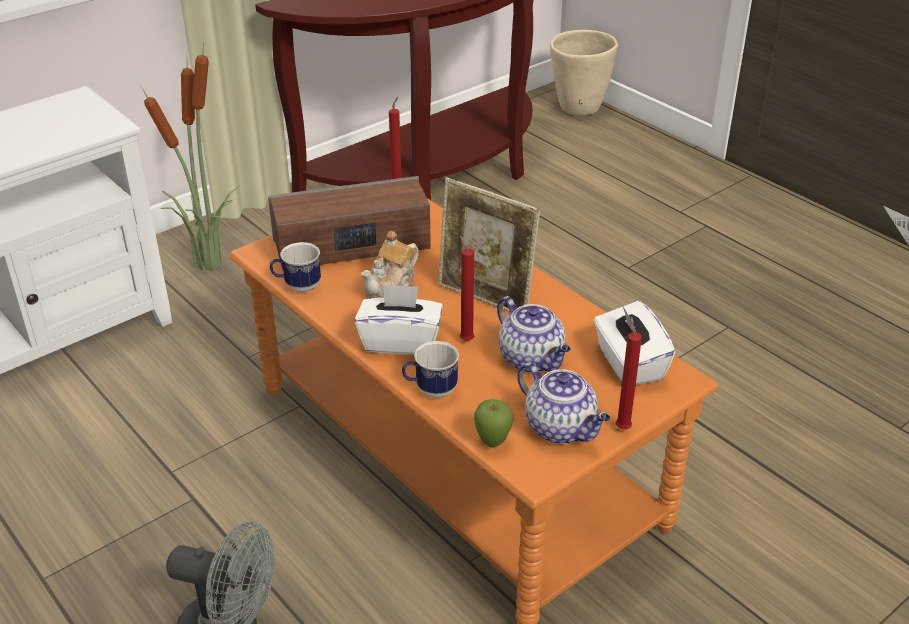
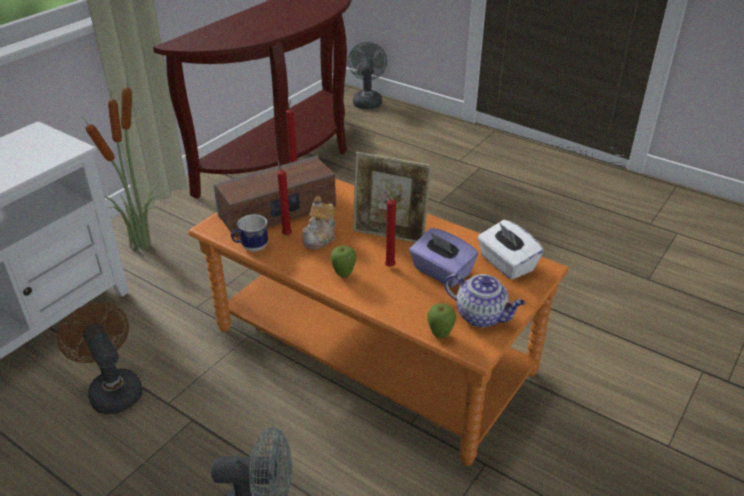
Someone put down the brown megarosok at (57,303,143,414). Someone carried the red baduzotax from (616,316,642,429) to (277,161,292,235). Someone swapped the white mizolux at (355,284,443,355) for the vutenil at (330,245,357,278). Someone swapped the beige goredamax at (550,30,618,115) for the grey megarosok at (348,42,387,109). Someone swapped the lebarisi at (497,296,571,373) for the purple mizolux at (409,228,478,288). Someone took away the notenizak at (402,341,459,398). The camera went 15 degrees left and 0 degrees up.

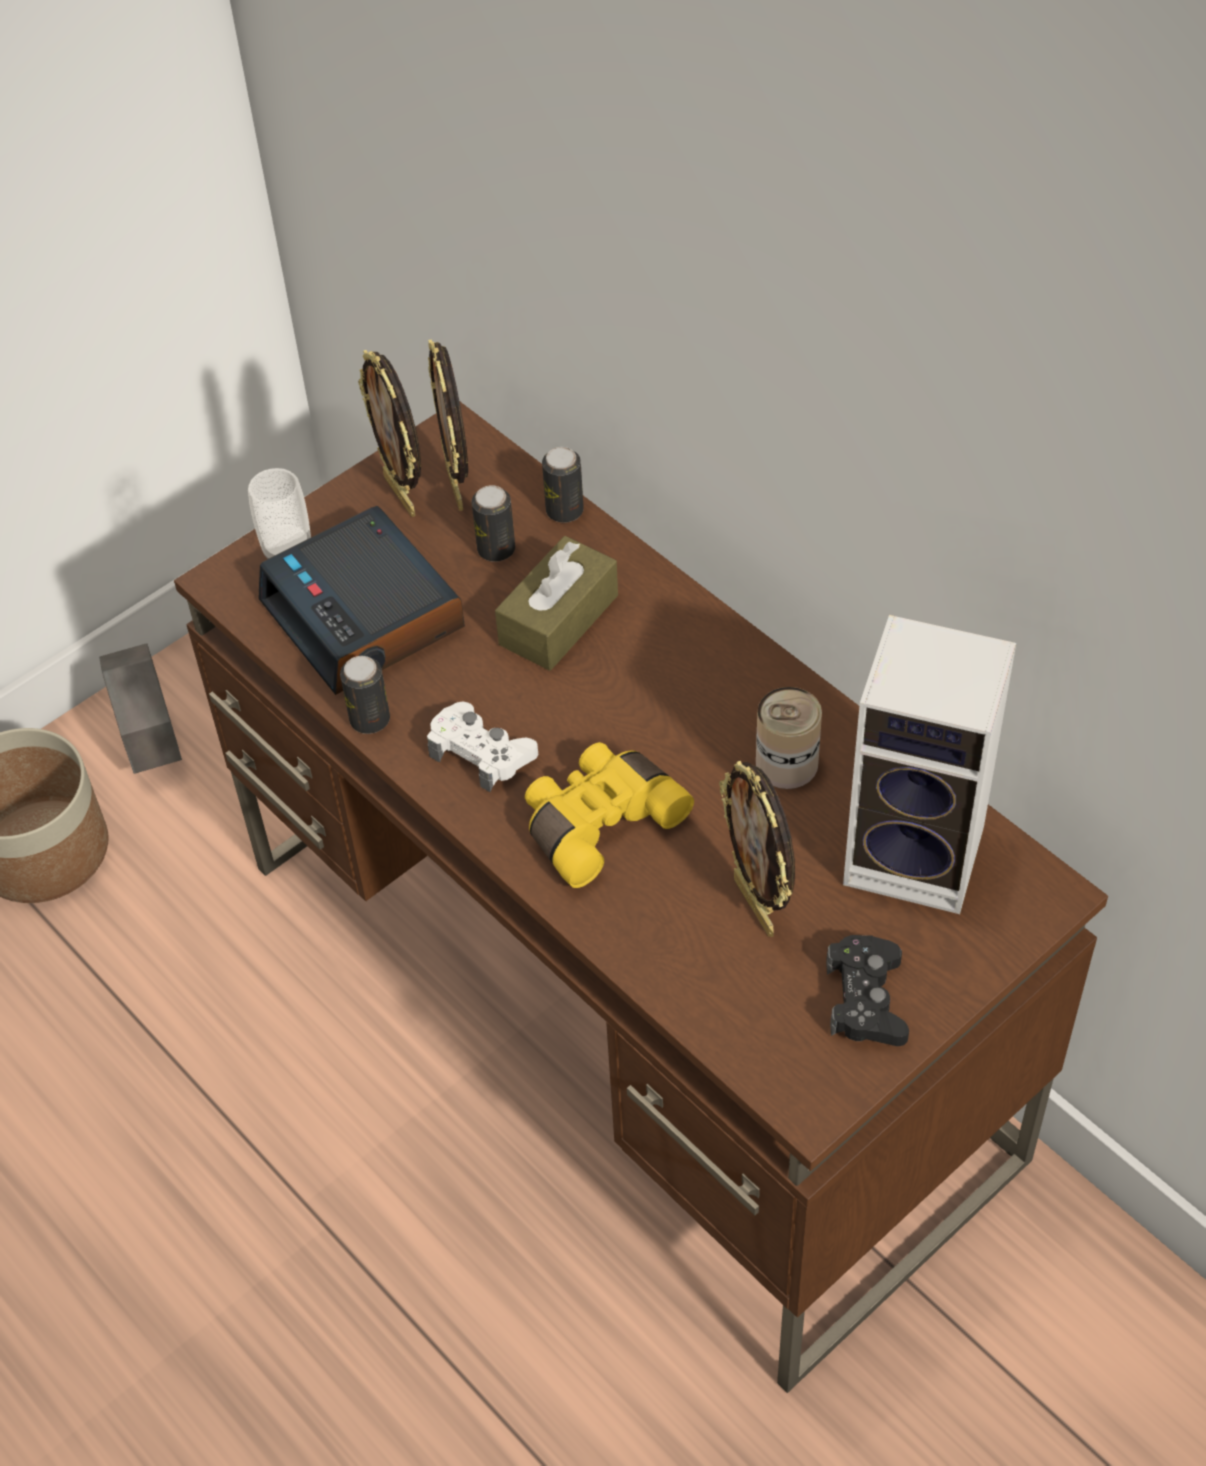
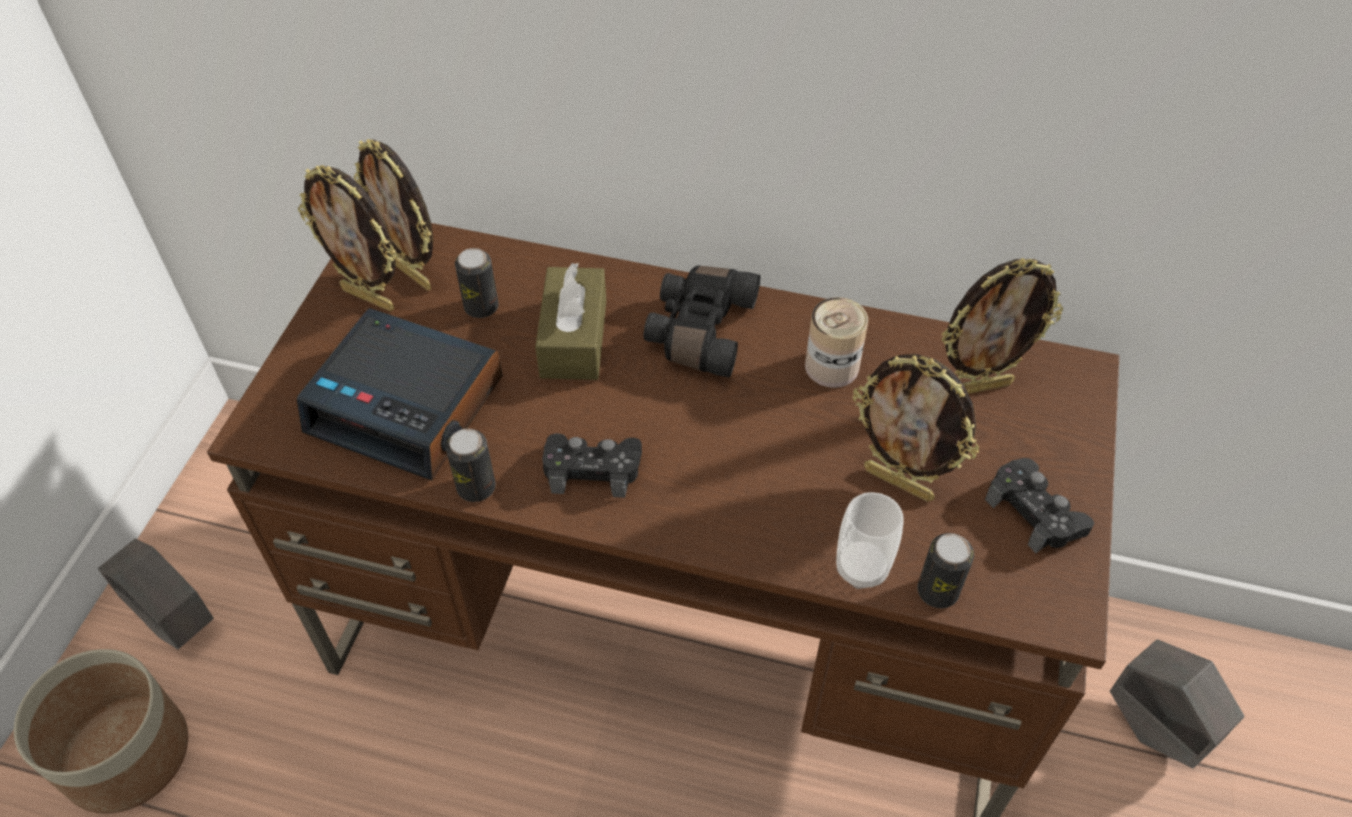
Someone repainted the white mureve at (427,701,538,792), which became the black mureve at (542,433,642,498). Someone put down the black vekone at (643,266,760,378). Someone carried the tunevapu from (248,468,311,559) to (836,492,904,589). Someone carried the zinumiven from (542,447,584,523) to (917,533,974,608). Someone swapped the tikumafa at (843,615,1016,914) for the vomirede at (942,258,1063,394). Someone put down the grey goredamax at (1110,639,1245,768). Someone took away the yellow vekone at (525,742,694,888). The camera went 35 degrees left and 0 degrees up.

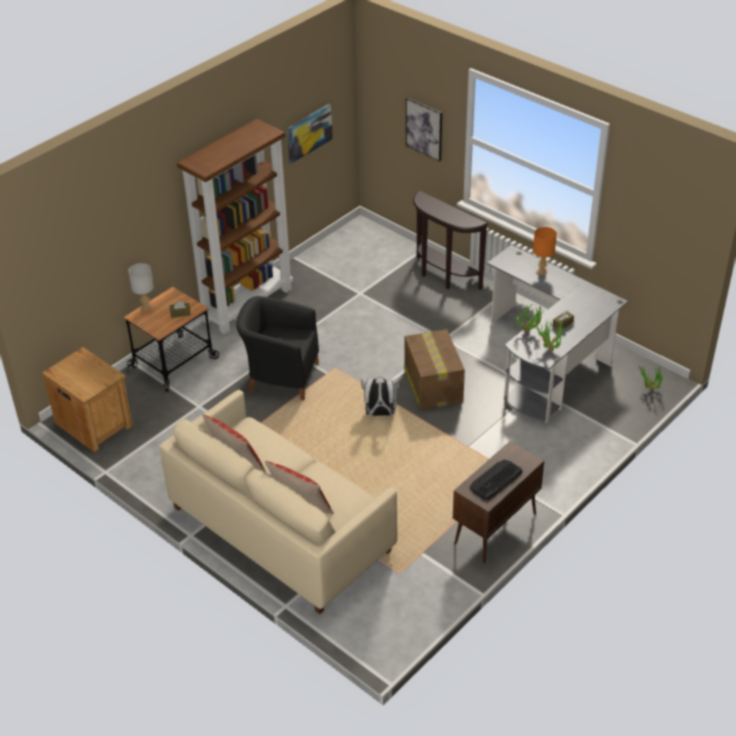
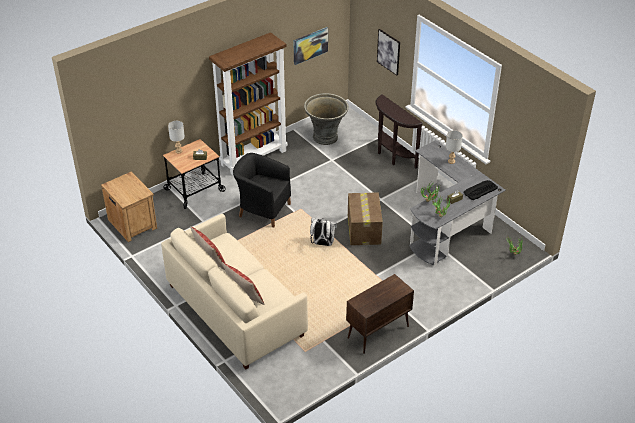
Someone put down the grey goredamax at (304,93,349,145). Someone repainted the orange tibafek at (533,227,557,275), which became the grey tibafek at (446,131,463,164). Someone carried the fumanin from (469,459,523,500) to (463,180,498,200). The camera went 10 degrees right and 0 degrees up.

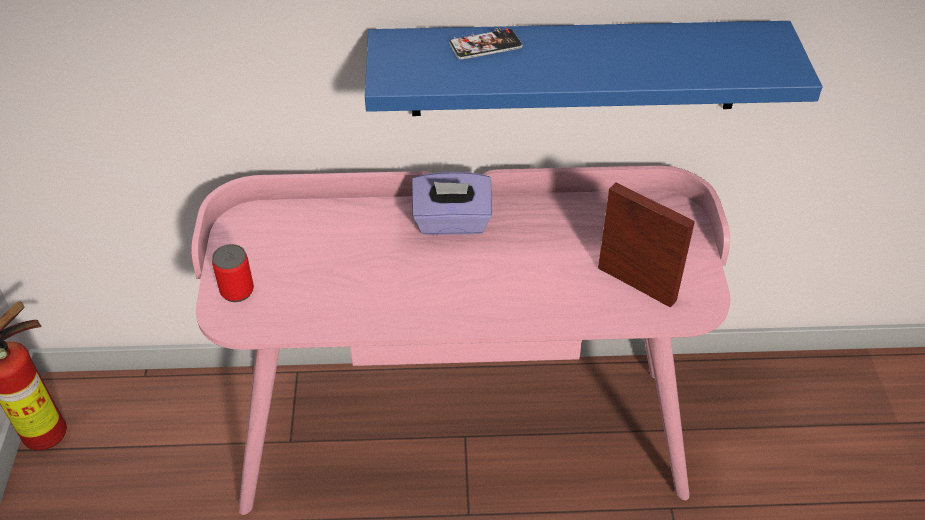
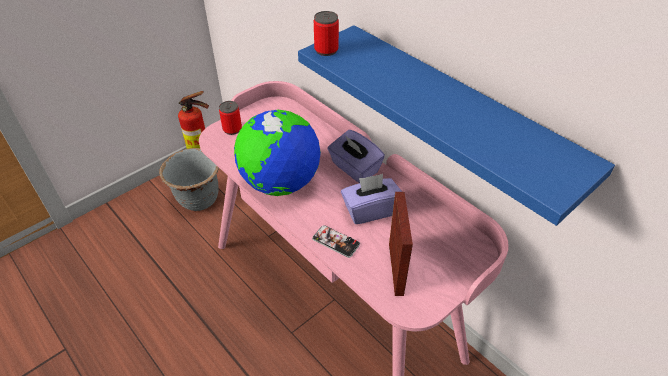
Someone put down the grey goredamax at (159,148,219,211). Someone put down the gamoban at (234,109,321,196). Someone carried the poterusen from (449,28,523,60) to (312,225,360,258). Someone put down the zinumiven at (314,11,339,56). Someone put down the purple mizolux at (341,174,402,224). The camera went 50 degrees right and 0 degrees up.

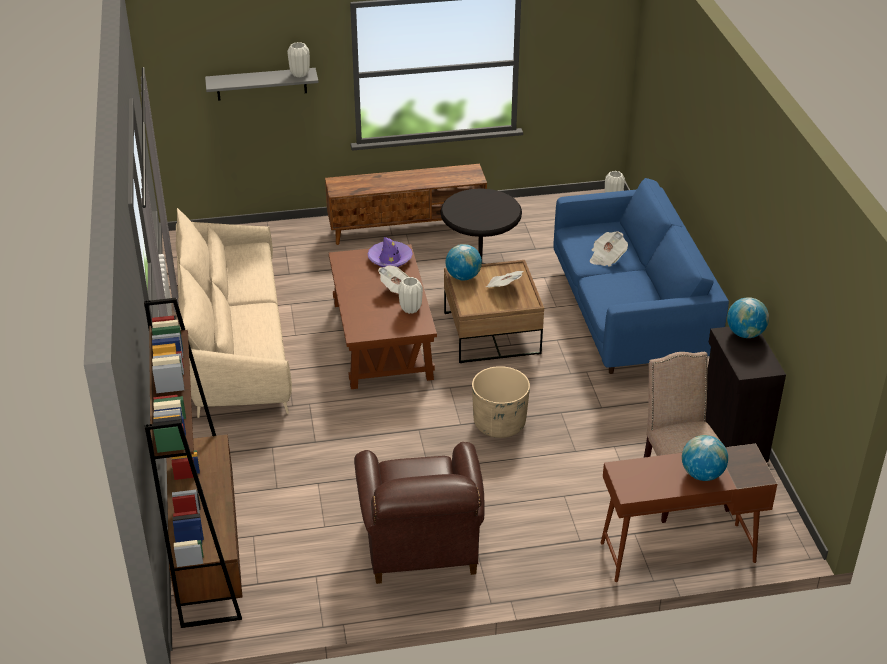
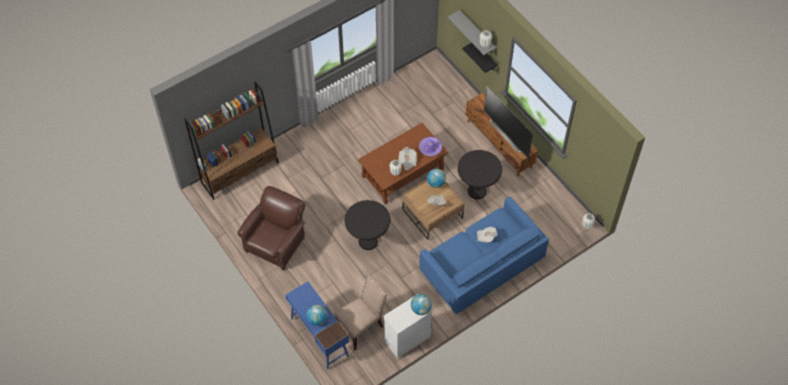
Someone rotated the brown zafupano at (354,442,485,584) by 150 degrees clockwise. Someone repainted the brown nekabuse at (601,444,777,582), which became the blue nekabuse at (285,281,349,369). Someone swapped the beige goredamax at (472,366,530,438) for the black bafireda at (345,200,390,250). Someone repainted the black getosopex at (706,327,786,462), which became the white getosopex at (383,294,432,358). Someone put up the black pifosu at (463,43,498,73). Someone put down the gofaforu at (484,86,533,159). Someone took away the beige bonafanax at (176,208,292,418). The camera went 65 degrees right and 20 degrees up.

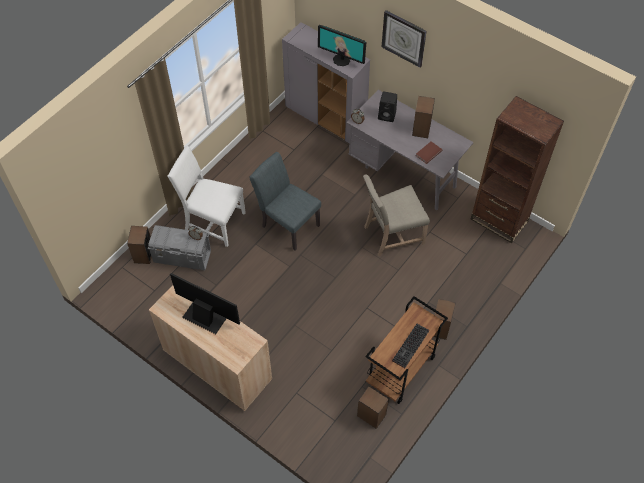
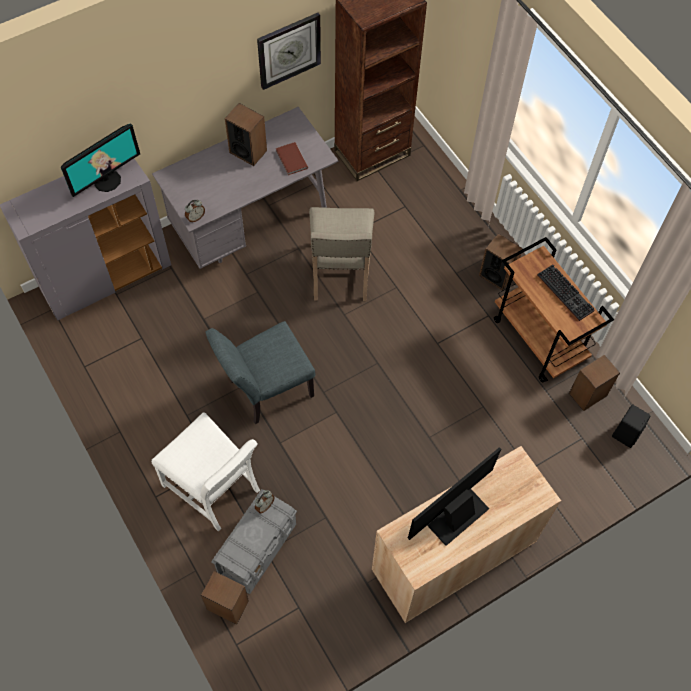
Someone rotated the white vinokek at (167,146,246,247) by 90 degrees counterclockwise. Someone carried the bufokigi from (382,10,427,67) to (257,13,321,90). Someone carried the black tikumafa from (378,91,397,122) to (612,404,650,448). The camera went 70 degrees left and 5 degrees up.

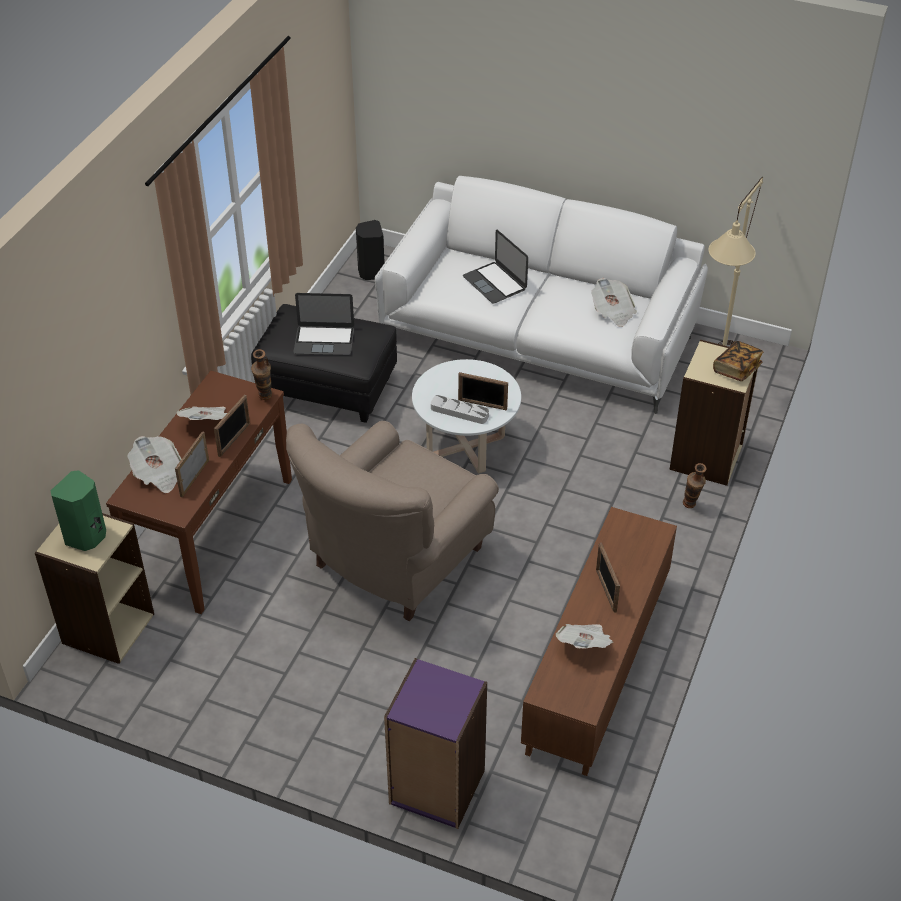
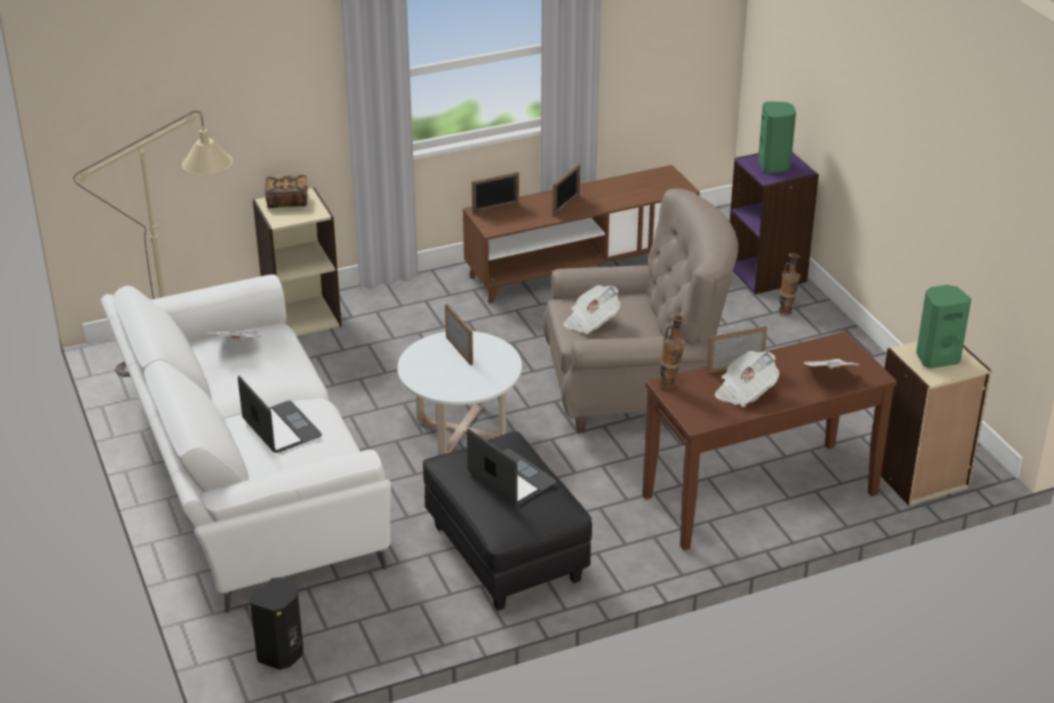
Someone rotated the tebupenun at (463,230,528,303) by 45 degrees counterclockwise. Someone carried the vomirede from (175,431,209,498) to (472,172,519,214). Someone carried the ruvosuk from (556,624,613,648) to (563,285,620,335). Someone put down the green tikumafa at (758,101,796,173). Someone carried the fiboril from (683,463,707,508) to (778,253,801,315). Someone took away the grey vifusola at (431,395,489,424). The camera went 135 degrees left and 10 degrees down.

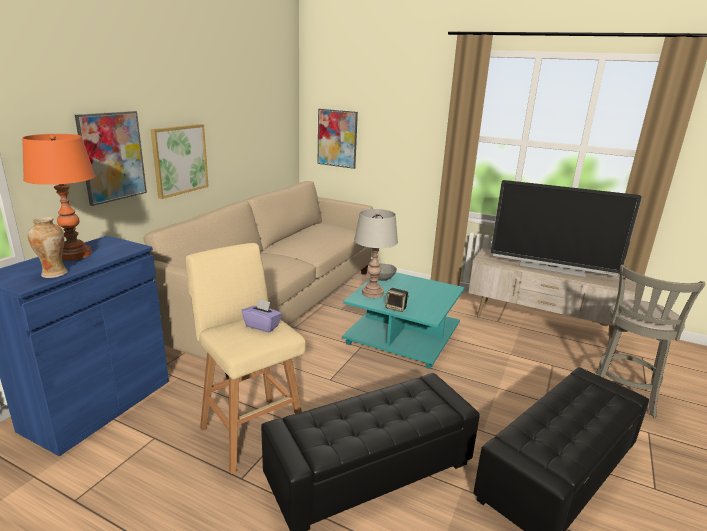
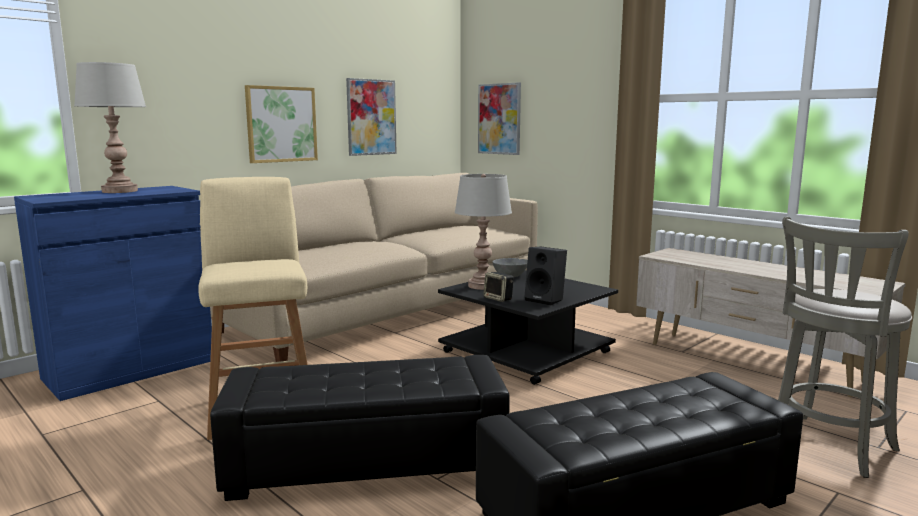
Someone repainted the orange tibafek at (22,134,95,260), which became the grey tibafek at (74,62,146,193). Someone carried the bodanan from (75,111,147,206) to (346,78,397,156). Someone repainted the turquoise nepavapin at (342,272,464,369), which became the black nepavapin at (438,270,618,385). Someone put down the black tikumafa at (525,247,567,305). Someone took away the fiboril at (28,217,68,278). Someone took away the purple mizolux at (241,299,282,333). Someone took away the gofaforu at (491,180,642,277). The camera went 20 degrees right and 10 degrees down.

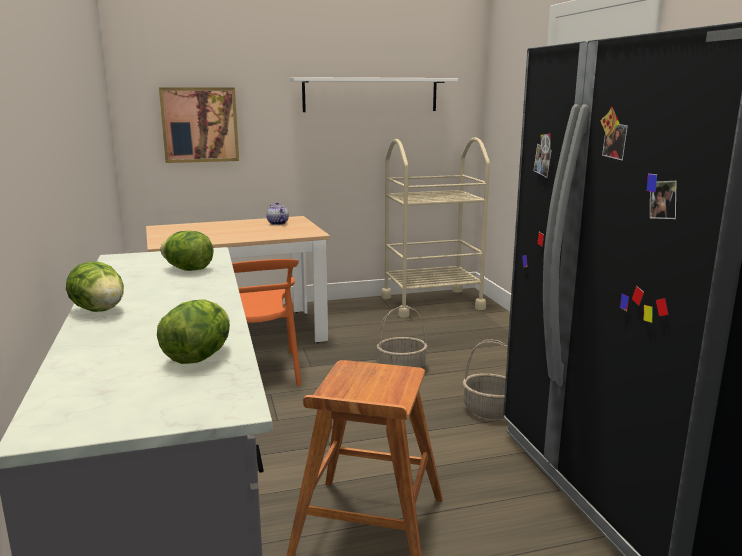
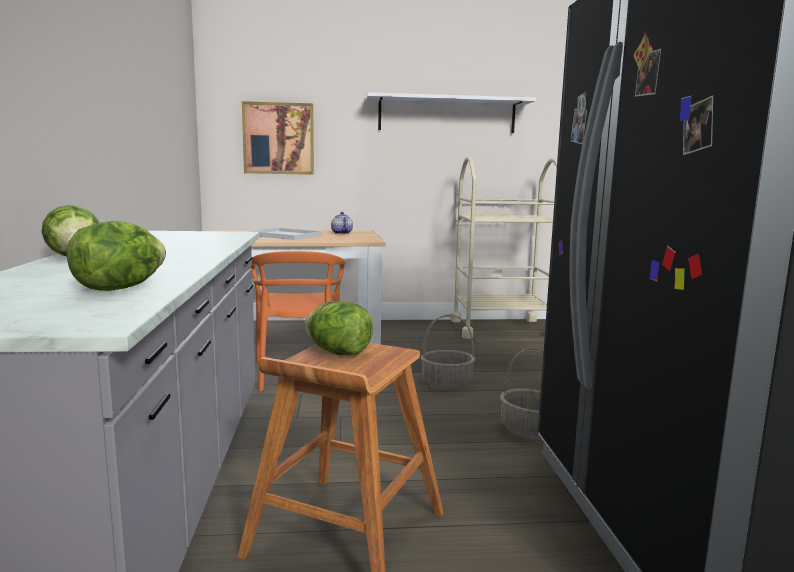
Someone put down the white vifusola at (248,228,322,240). Someone carried the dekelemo from (160,231,214,271) to (304,301,373,355). The camera went 10 degrees right and 5 degrees down.

